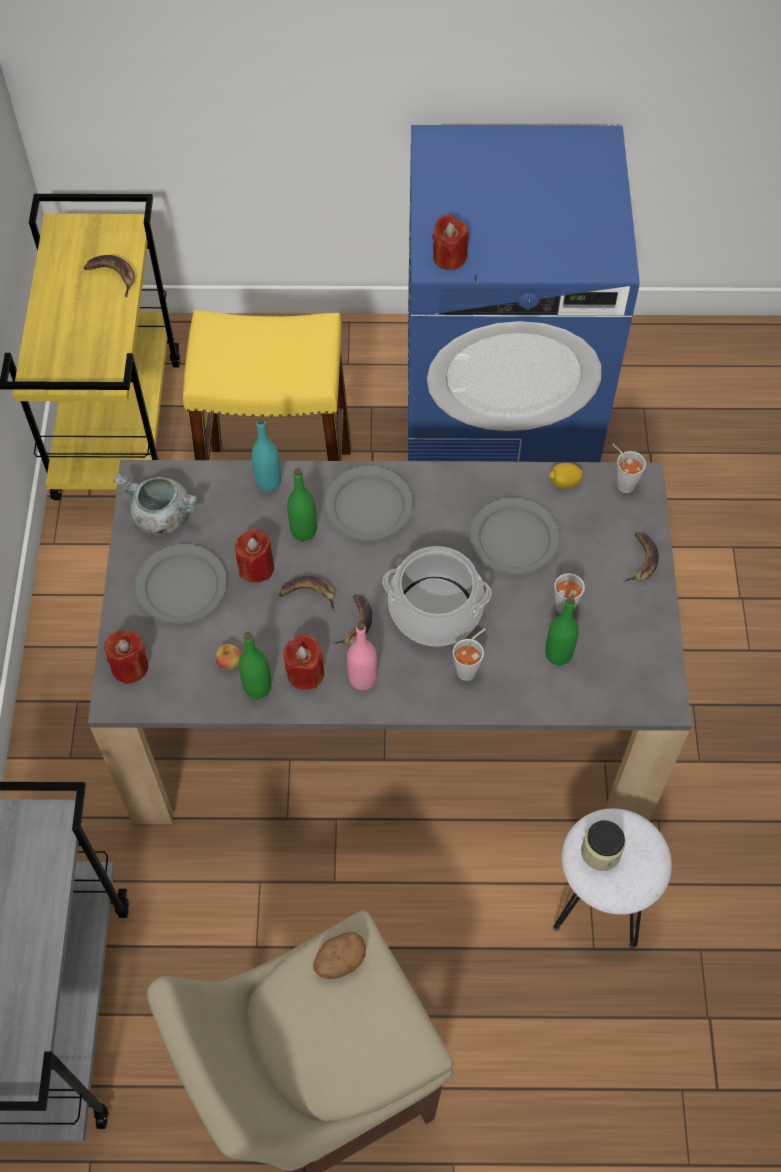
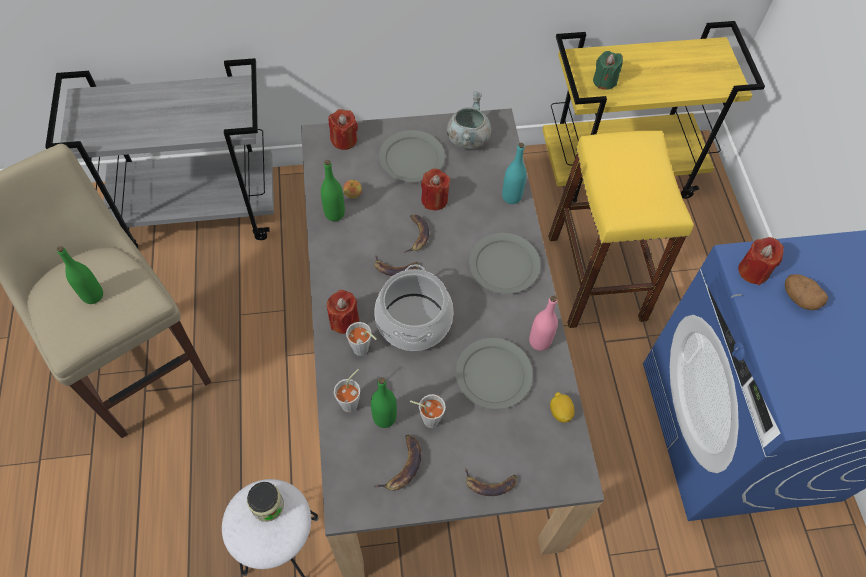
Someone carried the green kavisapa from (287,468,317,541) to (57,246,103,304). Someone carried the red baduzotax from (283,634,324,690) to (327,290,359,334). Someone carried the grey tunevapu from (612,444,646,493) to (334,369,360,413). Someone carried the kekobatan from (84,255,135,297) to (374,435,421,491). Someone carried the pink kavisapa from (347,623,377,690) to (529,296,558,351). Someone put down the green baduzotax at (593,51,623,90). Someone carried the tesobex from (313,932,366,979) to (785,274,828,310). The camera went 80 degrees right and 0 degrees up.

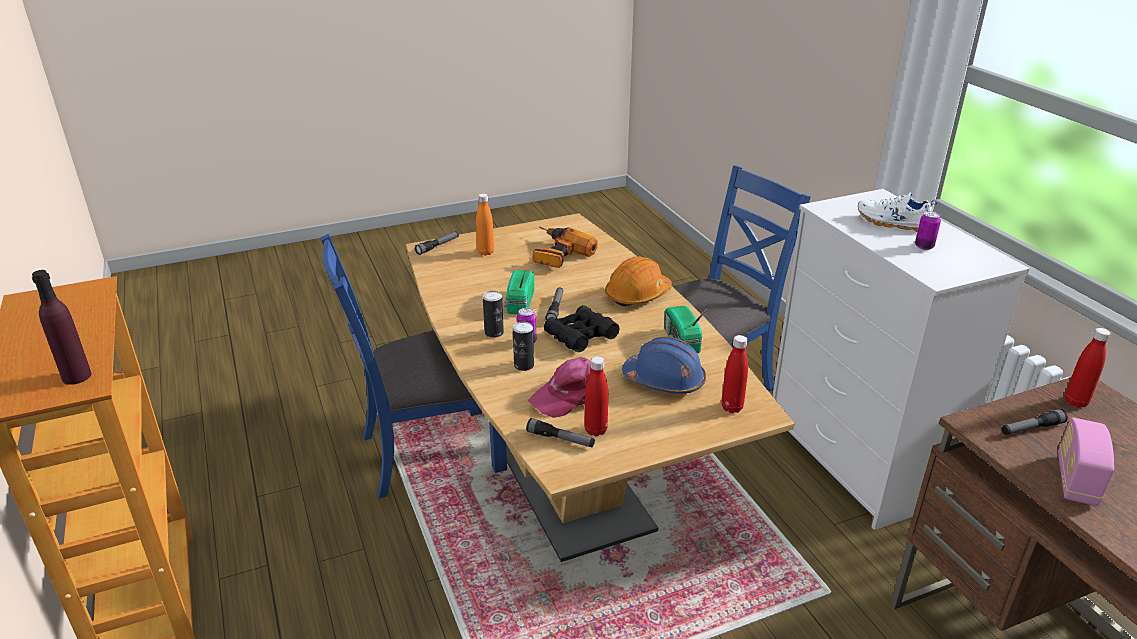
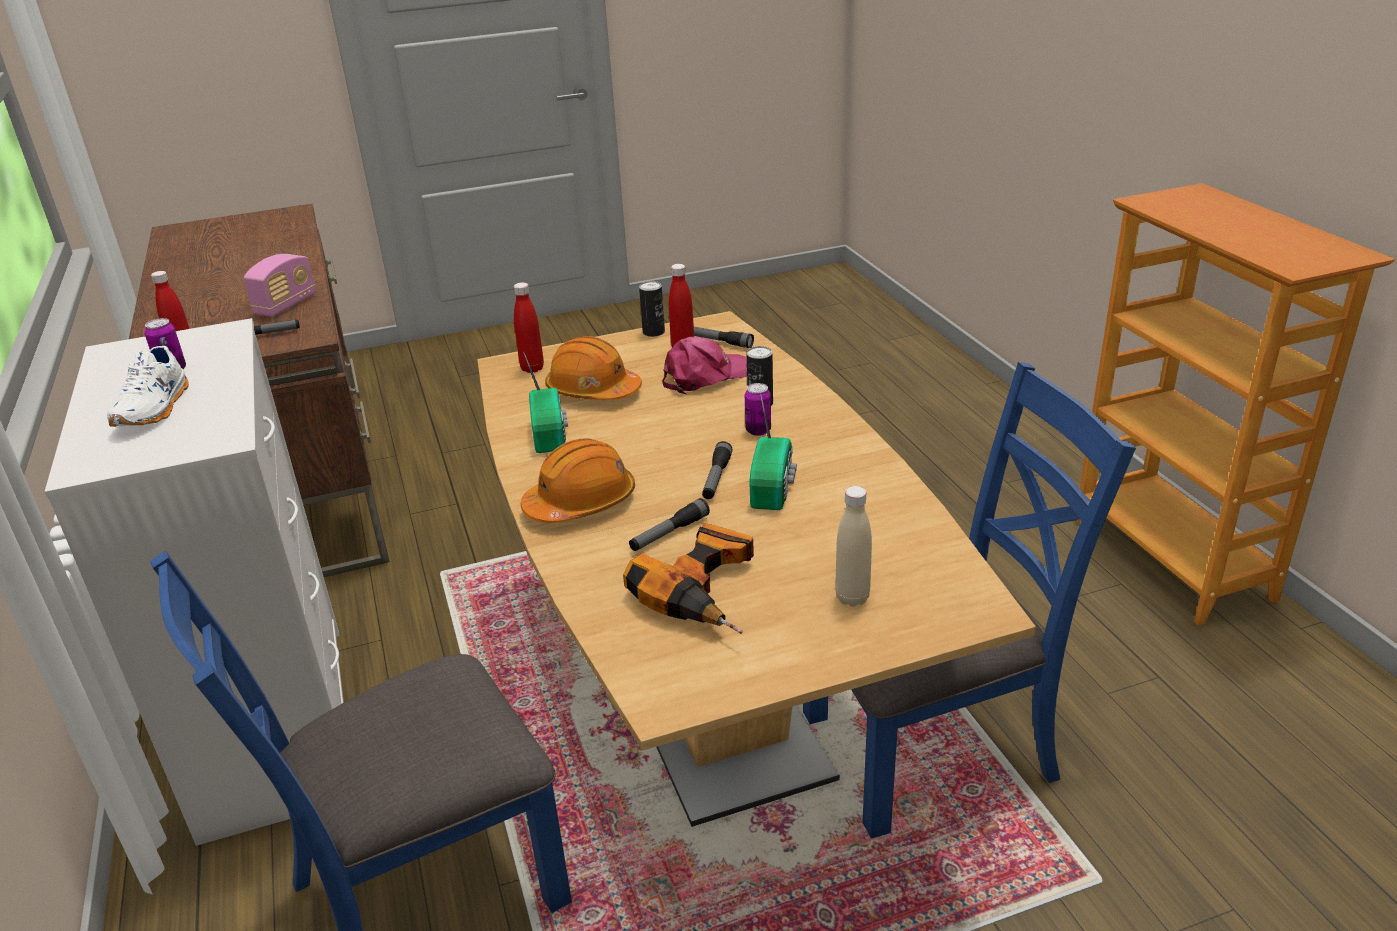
Someone rotated the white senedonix at (858,193,937,232) by 60 degrees clockwise. Someone repainted the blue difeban at (622,337,706,394), which became the orange difeban at (545,336,642,400). Someone carried the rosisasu from (415,231,459,255) to (629,498,710,551). Someone carried the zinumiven from (483,291,504,338) to (639,281,665,337). Someone repainted the orange kavisapa at (476,193,494,256), which became the beige kavisapa at (835,486,872,607). Someone took away the purple kavisapa at (32,270,92,385). Someone took away the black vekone at (544,305,620,352). The camera went 175 degrees left and 0 degrees up.

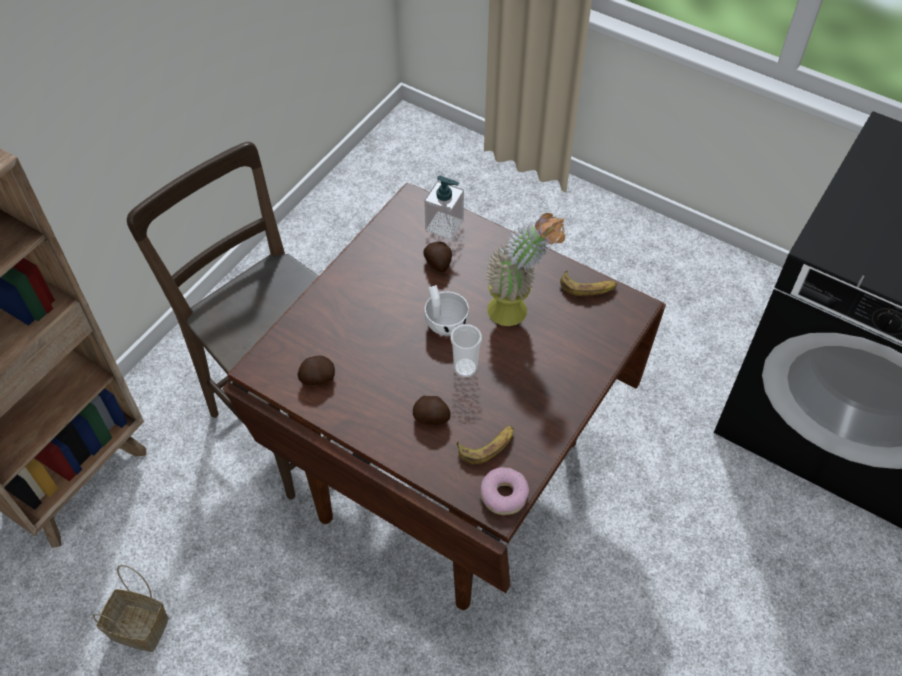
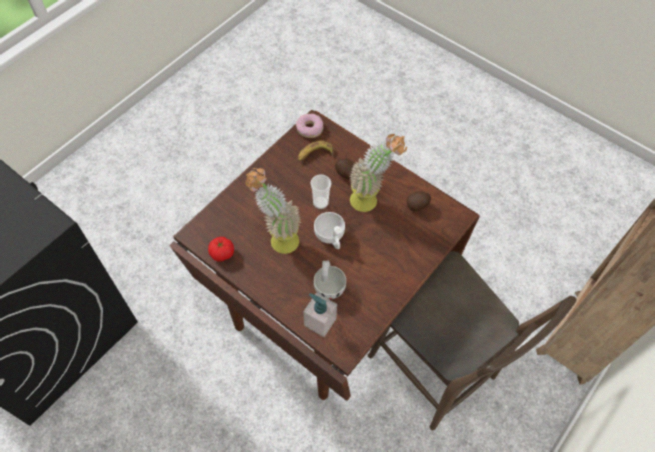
Someone swapped the kekobatan at (560,271,618,296) for the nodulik at (208,237,234,262). Someone swapped the tesobex at (423,242,452,272) for the white tunevapu at (314,260,346,299). Someone put down the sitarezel at (349,134,407,212). Someone took away the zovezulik at (93,565,169,652). The camera went 175 degrees left and 5 degrees up.

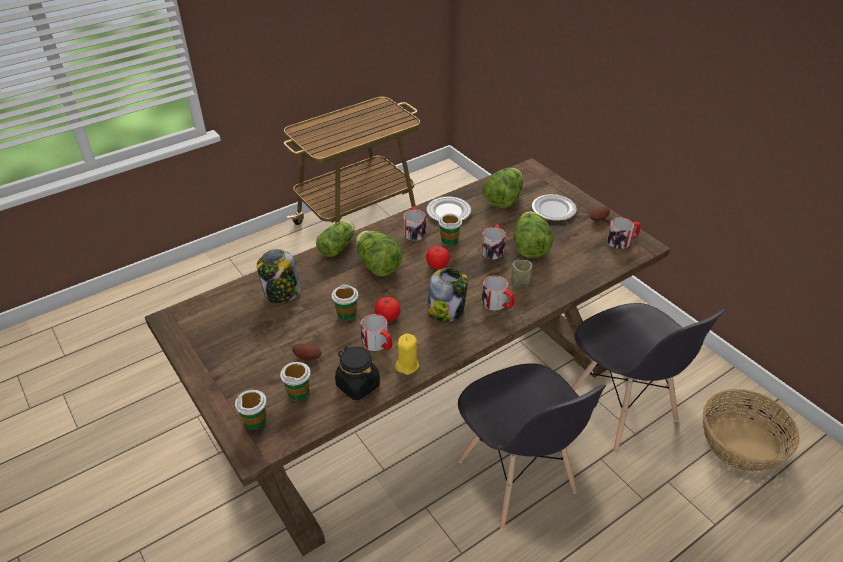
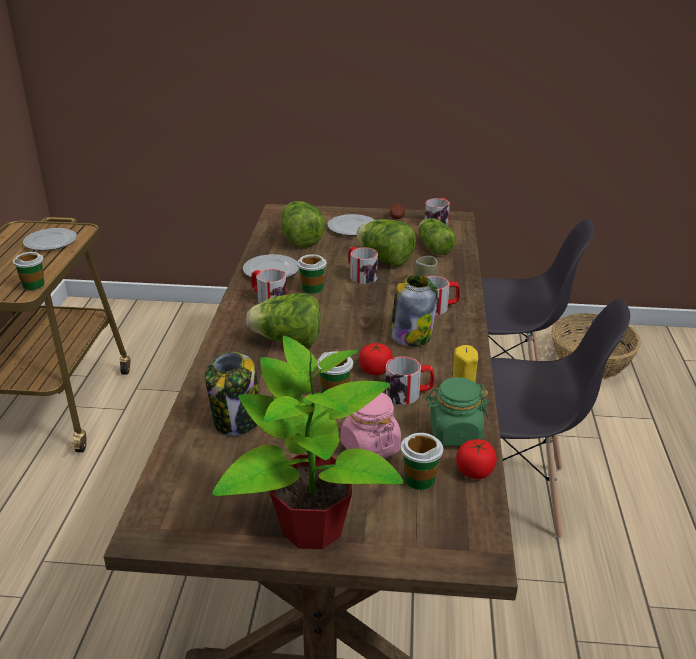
Someone carried the tunevapu from (235,390,267,430) to (13,252,44,290). Someone put down the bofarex at (23,228,77,251). Someone put down the sitarezel at (212,336,403,549). Someone swapped the tesobex at (292,343,321,361) for the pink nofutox at (341,393,401,459). Someone carried the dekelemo from (316,221,355,257) to (418,218,456,255). Someone repainted the black nofutox at (335,346,380,400), which became the green nofutox at (426,377,489,446). Someone carried the nodulik from (426,246,450,269) to (456,439,497,479). The camera went 50 degrees left and 10 degrees down.

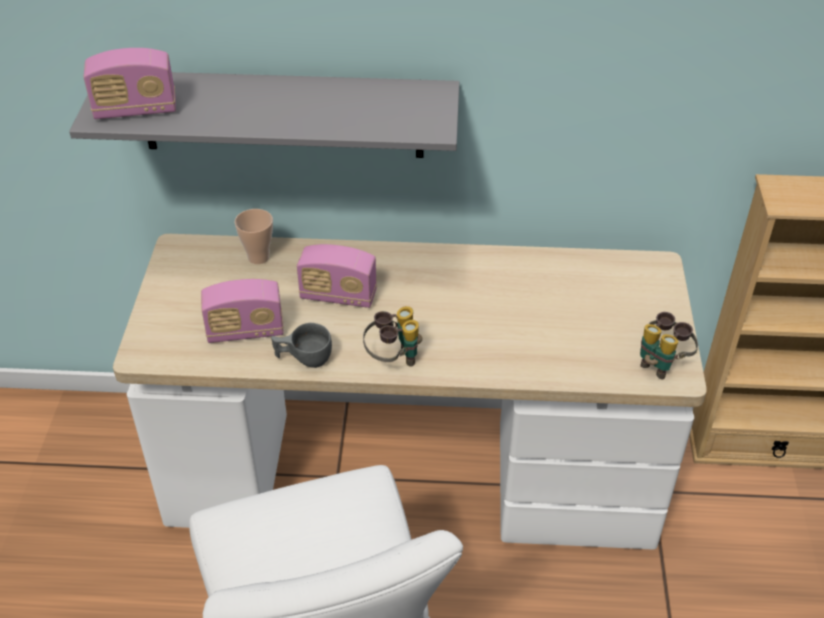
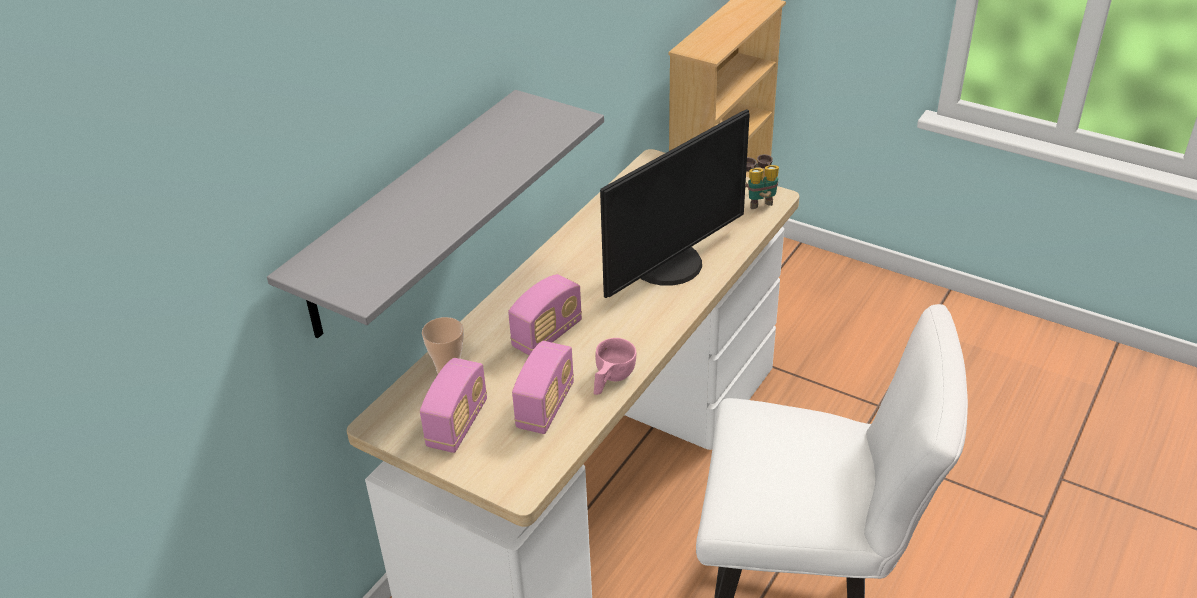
Someone carried the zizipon from (84,48,176,119) to (420,358,487,453). Someone repainted the grey tunevapu at (271,323,332,368), which became the pink tunevapu at (594,338,636,395). Someone put down the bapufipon at (600,109,750,298). Someone took away the vekone at (363,306,422,367). The camera went 60 degrees left and 5 degrees down.

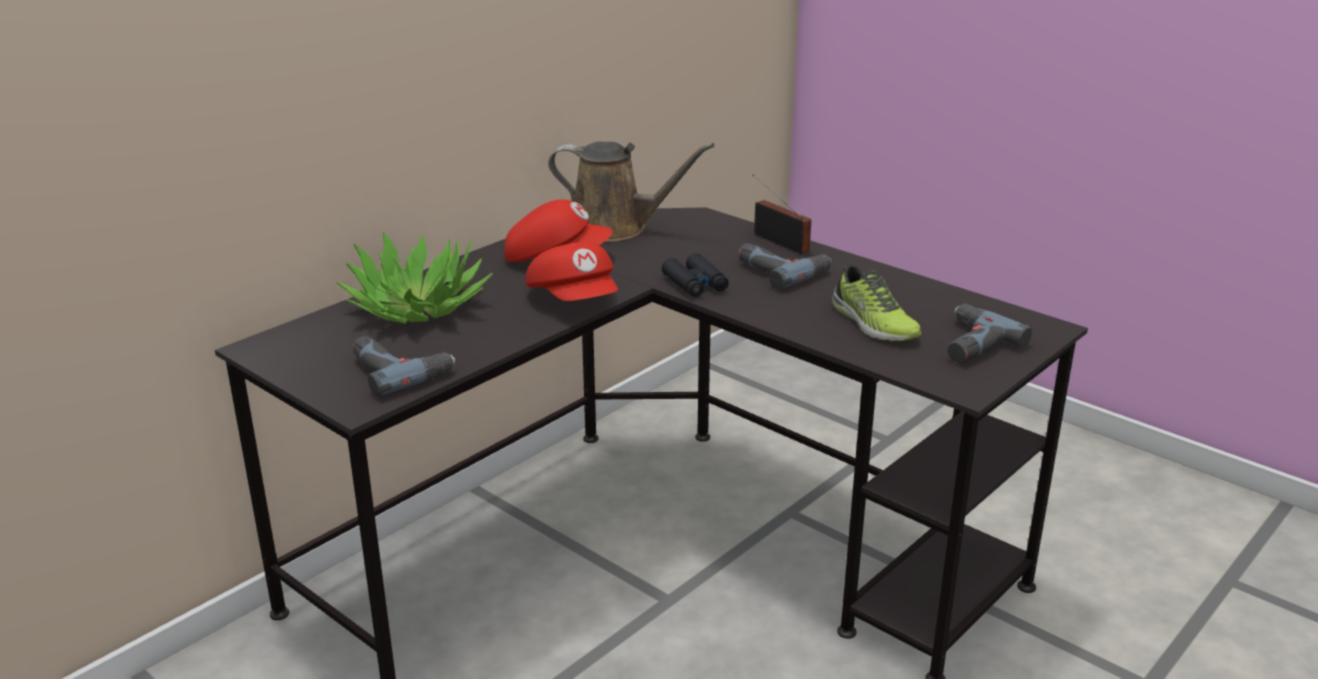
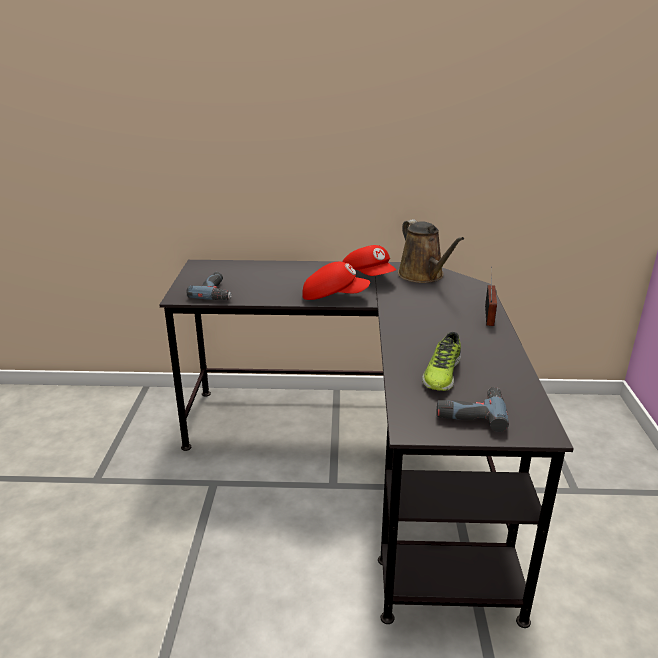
Someone rotated the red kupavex at (525,242,618,301) by 105 degrees counterclockwise. Someone took away the sitarezel at (337,232,493,324). Someone took away the black vekone at (662,253,729,297). Someone took away the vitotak at (738,243,832,289). The camera went 50 degrees right and 0 degrees up.

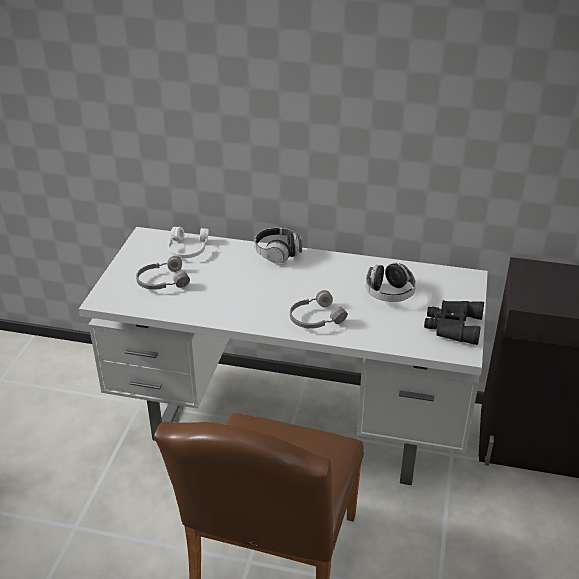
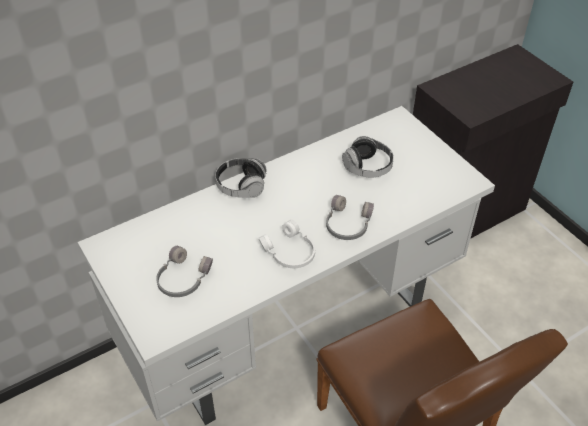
Someone carried the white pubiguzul from (168,227,209,258) to (259,220,315,268). Someone took away the black vekone at (424,300,484,345). The camera went 45 degrees left and 10 degrees up.

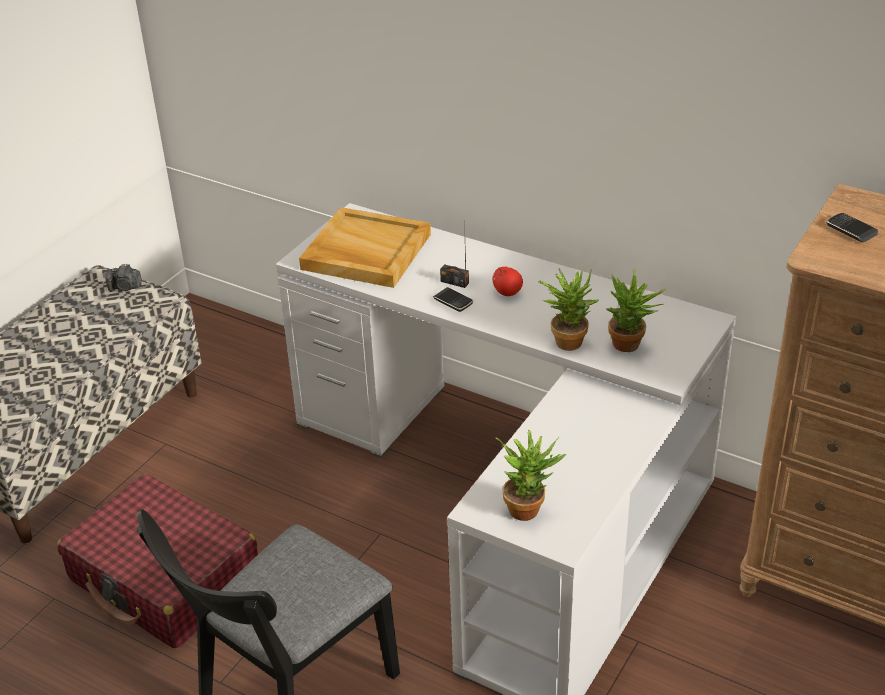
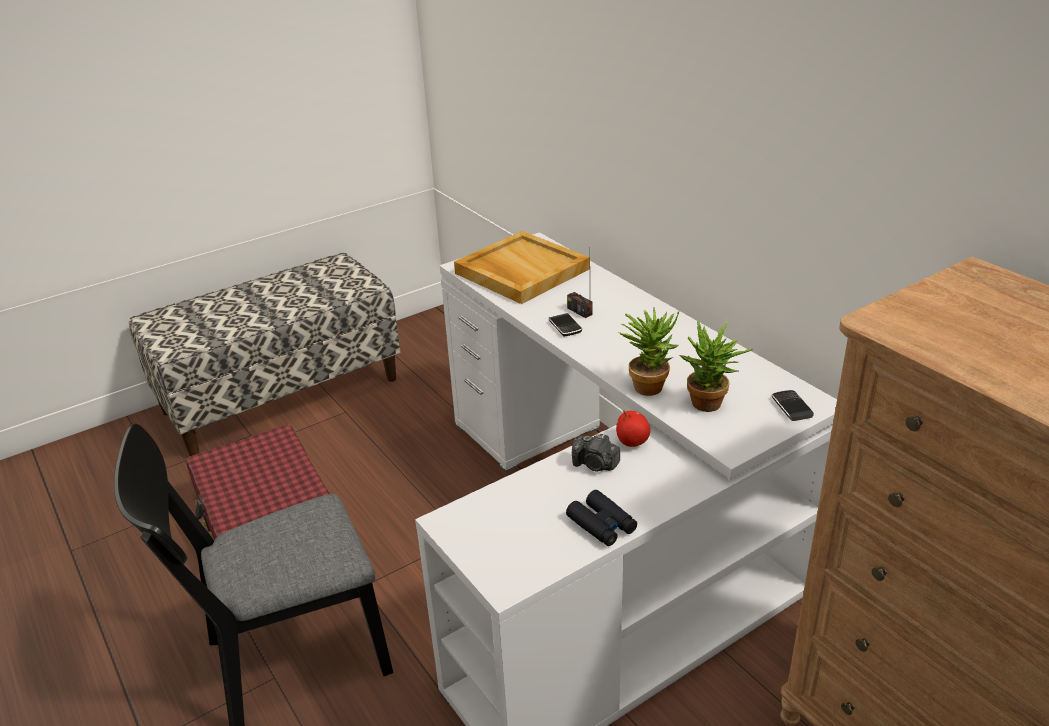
Someone put down the black vekone at (566,490,637,546). Someone carried the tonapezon from (105,264,142,292) to (572,433,620,471). Someone carried the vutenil from (493,267,523,296) to (616,410,650,447). Someone carried the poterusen from (826,213,878,242) to (772,390,814,421). Someone took away the sitarezel at (495,430,566,521). The camera went 25 degrees right and 5 degrees down.

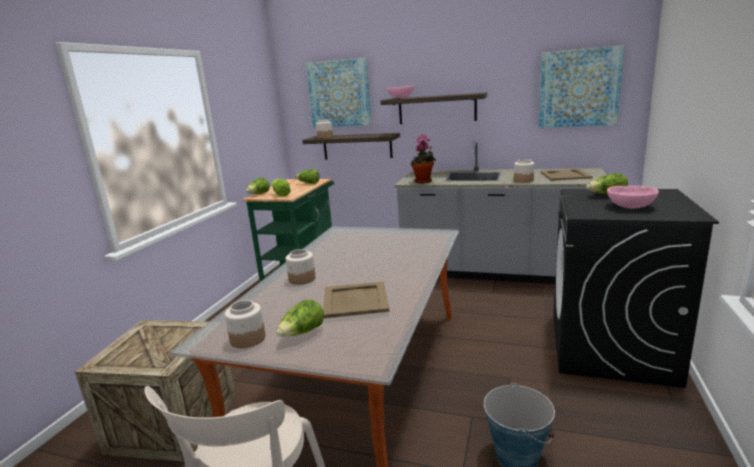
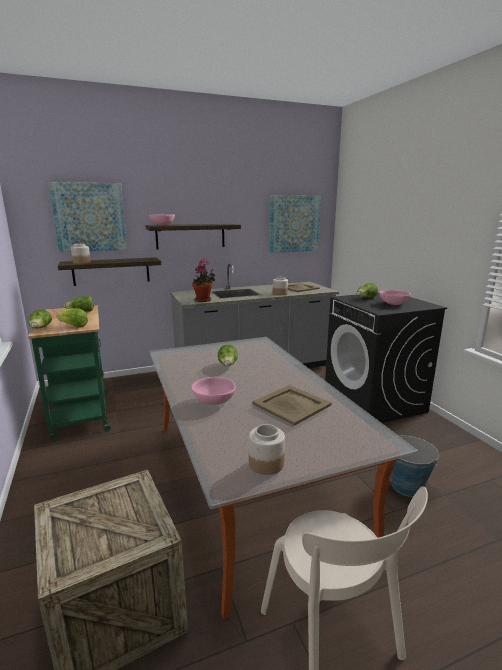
Someone swapped the nofutox at (286,249,316,285) for the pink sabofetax at (191,377,236,405). Someone carried the dekelemo from (276,299,324,337) to (218,344,238,366). The camera went 40 degrees left and 0 degrees up.

